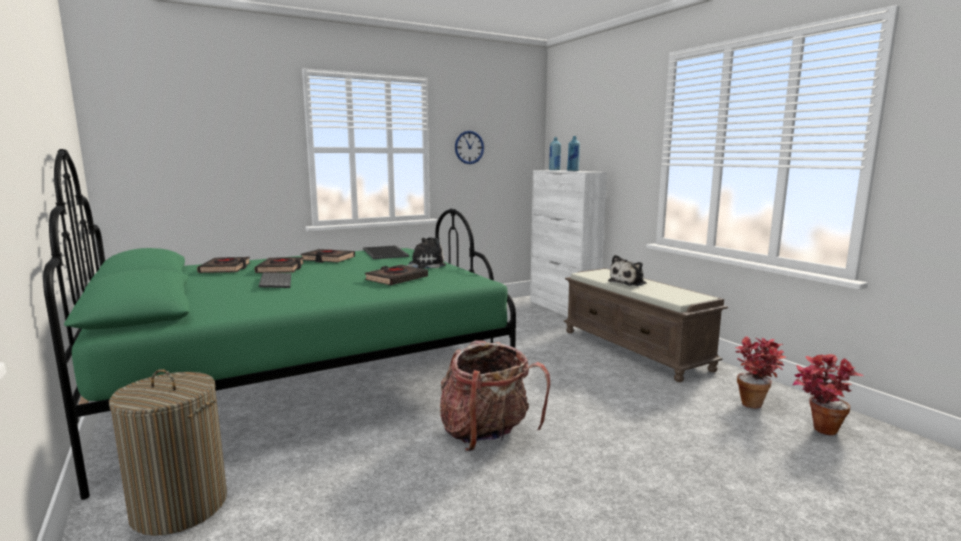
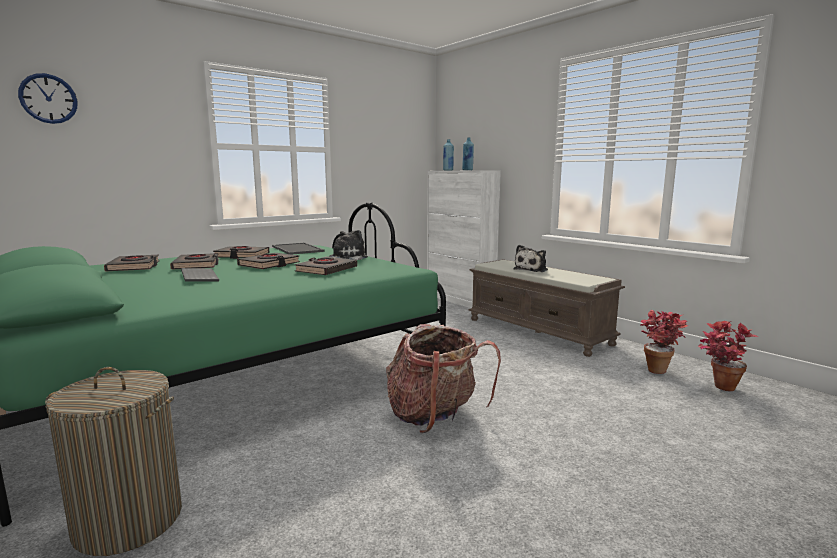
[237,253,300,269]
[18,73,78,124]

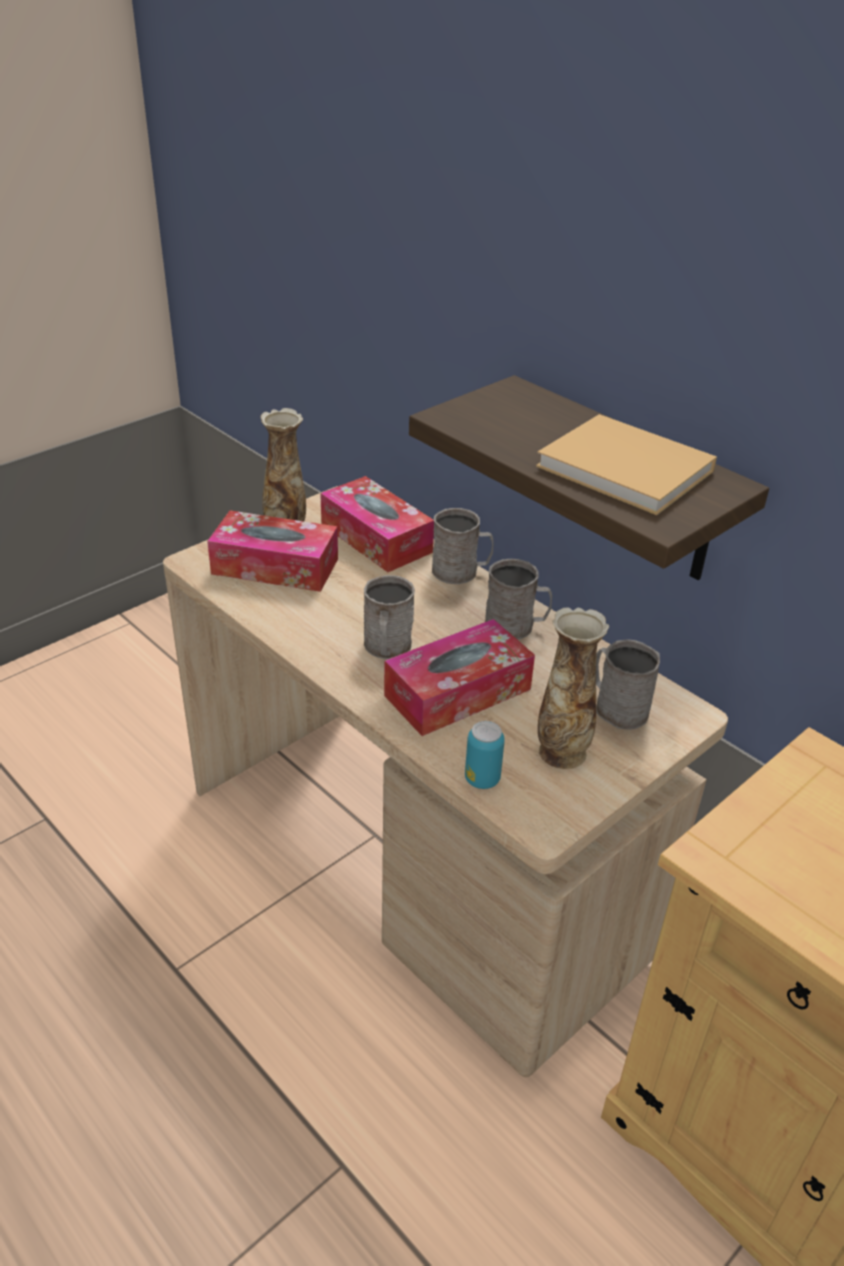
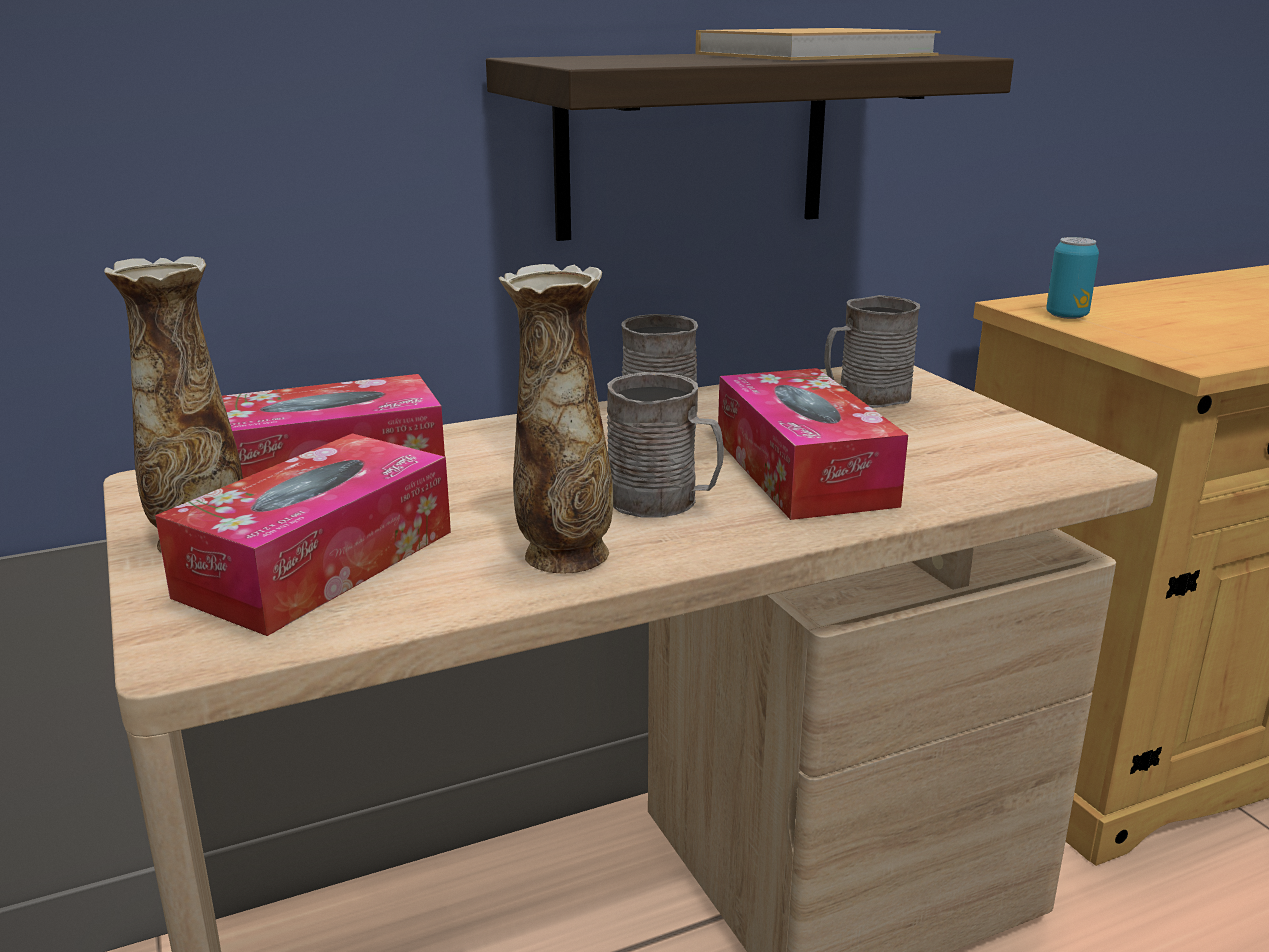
[432,508,494,584] (first image)
[1046,237,1099,319]
[499,264,613,573]

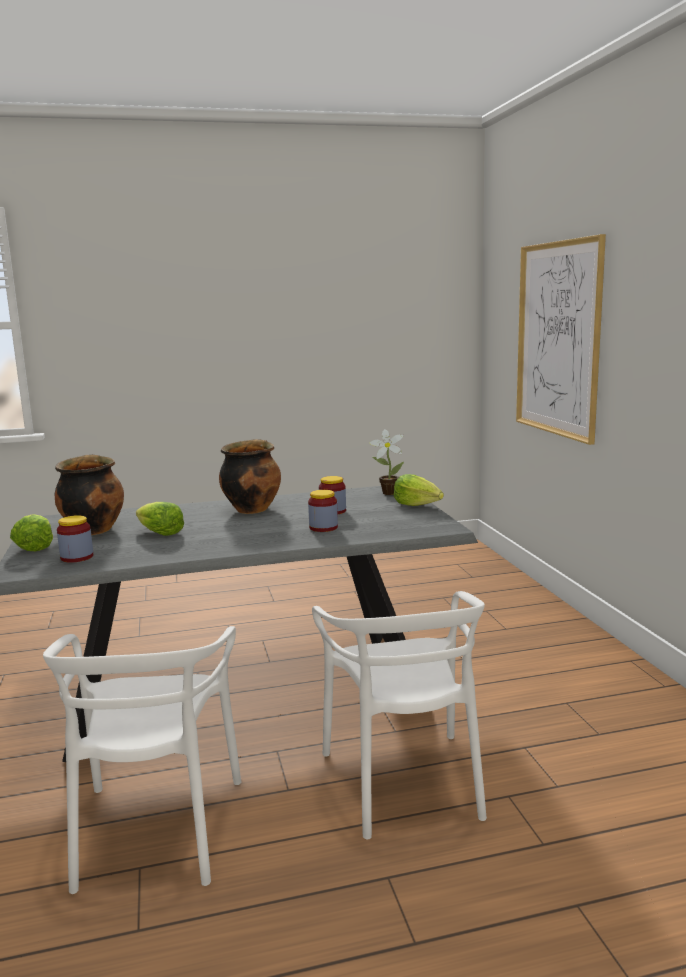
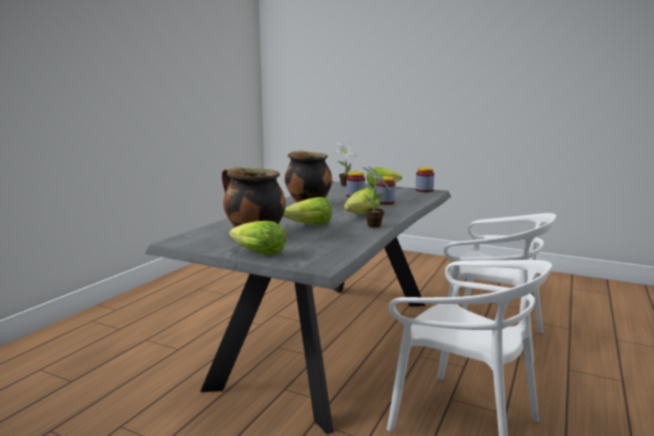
[516,234,606,445] (first image)
[344,188,380,214]
[363,166,391,228]
[416,167,434,192]

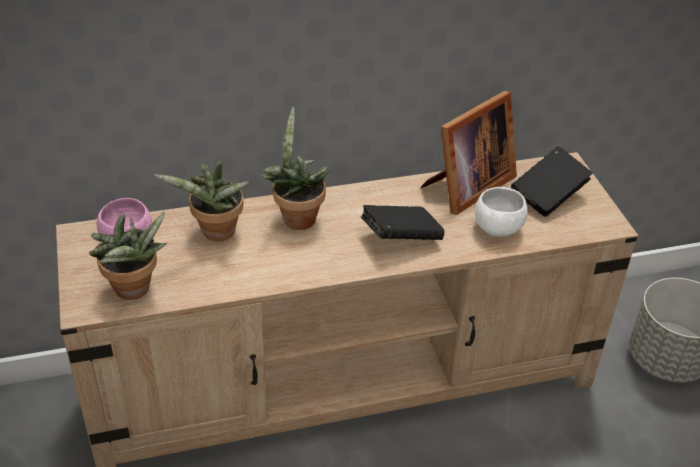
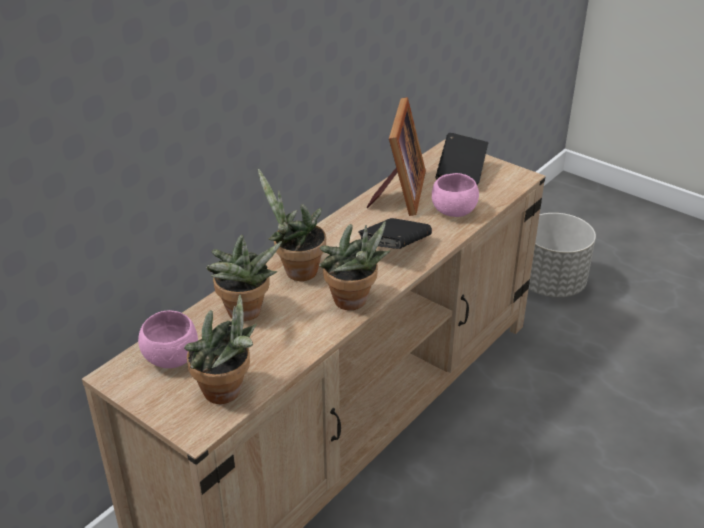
[319,221,391,310]
[432,173,479,217]

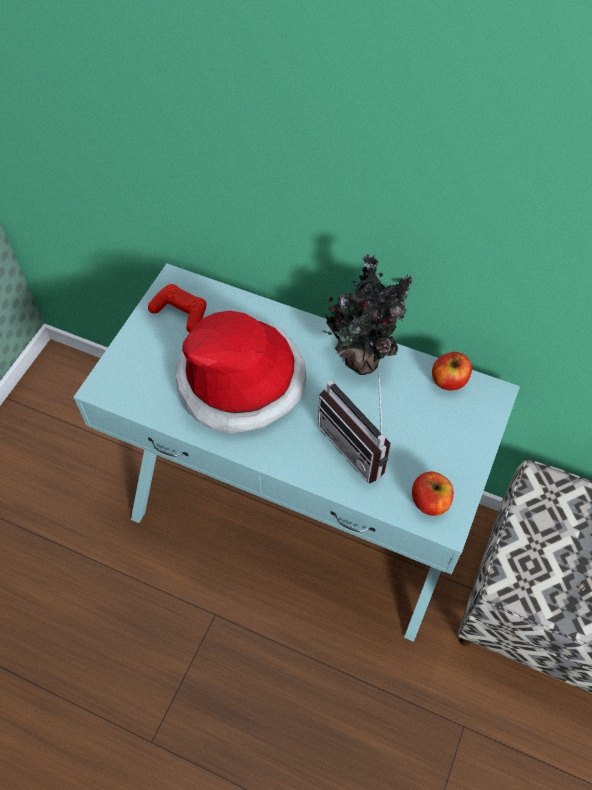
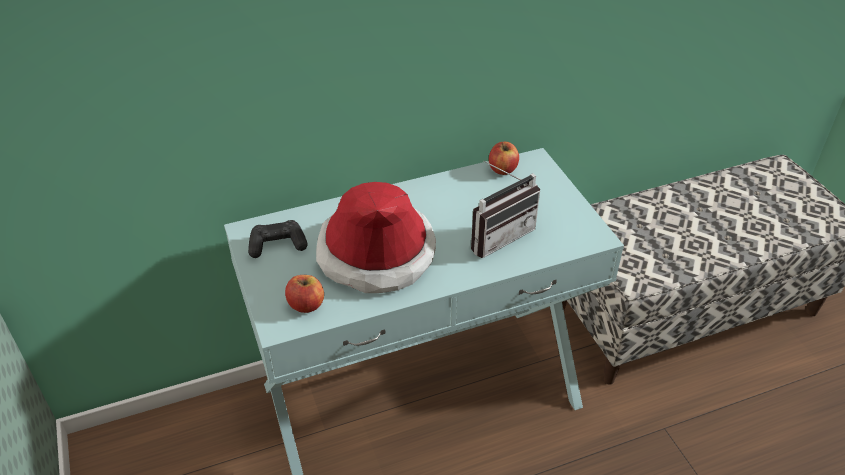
[322,254,413,375] (first image)
[285,275,324,313]
[248,220,308,258]
[471,161,540,258]

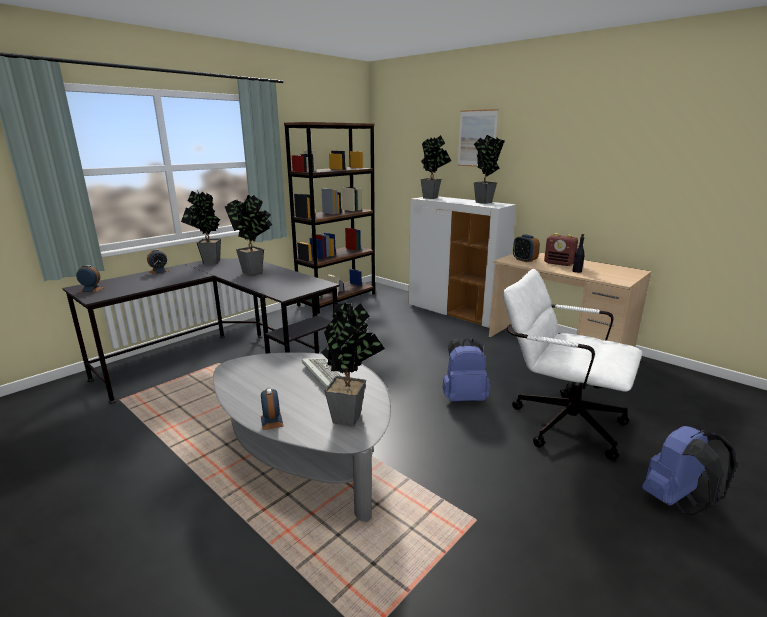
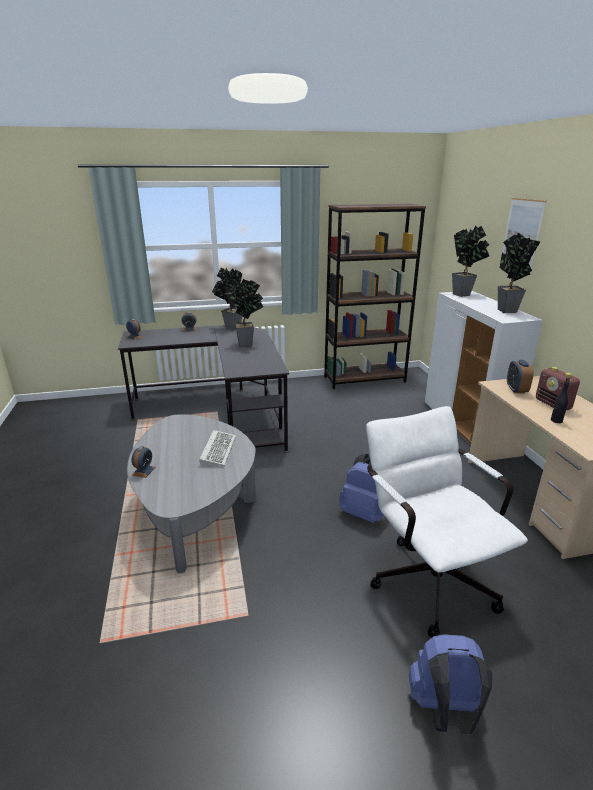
[321,303,385,426] (first image)

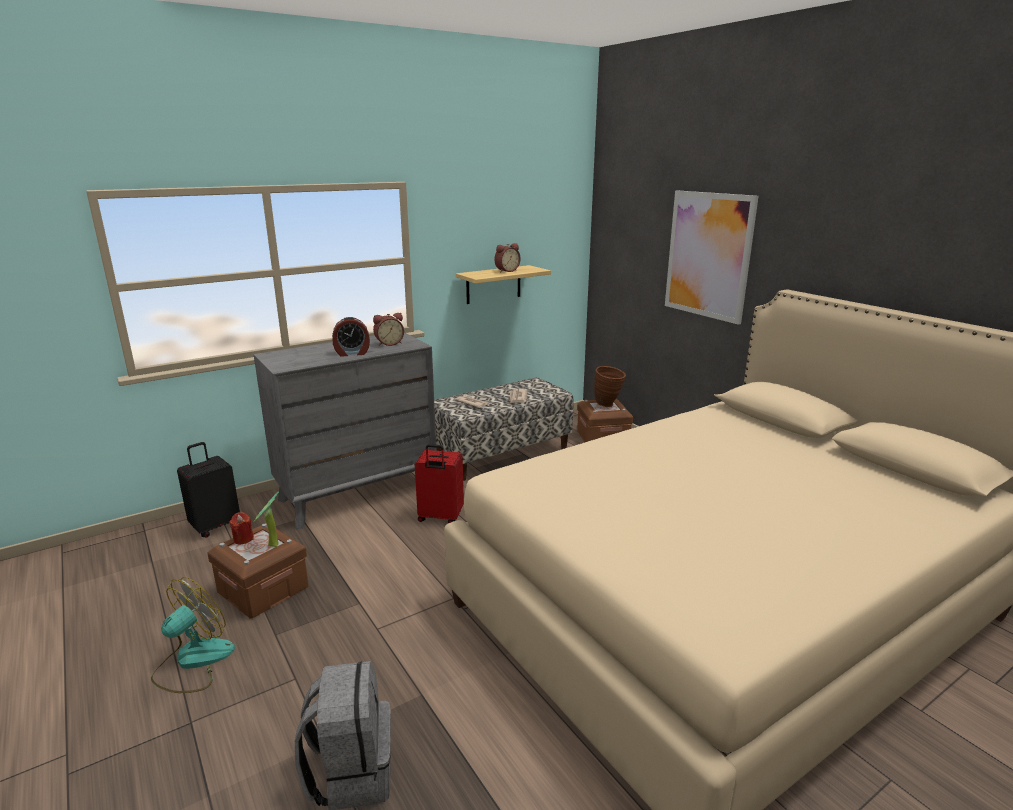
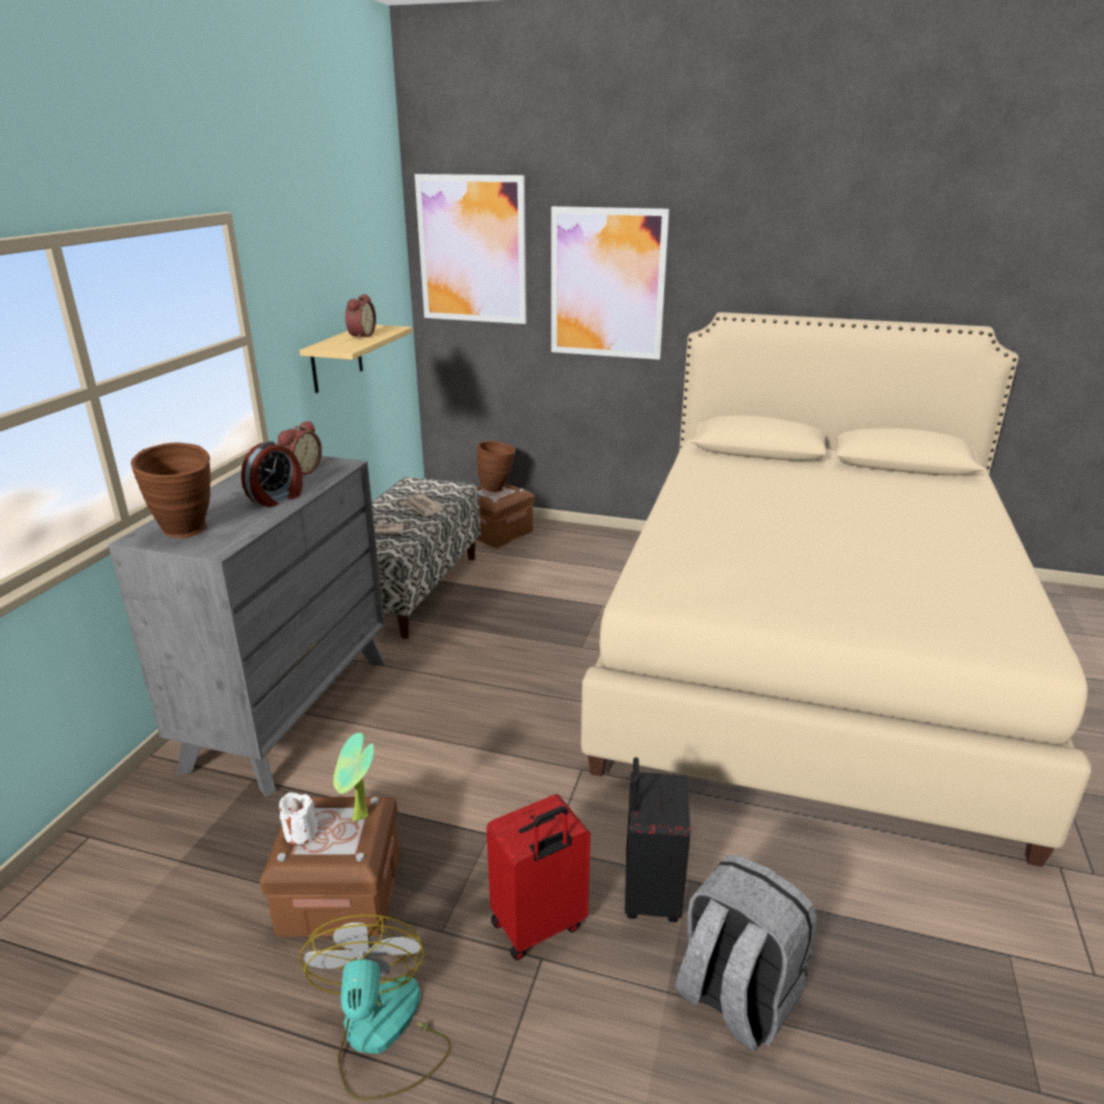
[131,443,211,539]
[415,174,527,324]
[625,757,690,922]
[486,794,590,960]
[279,792,318,845]

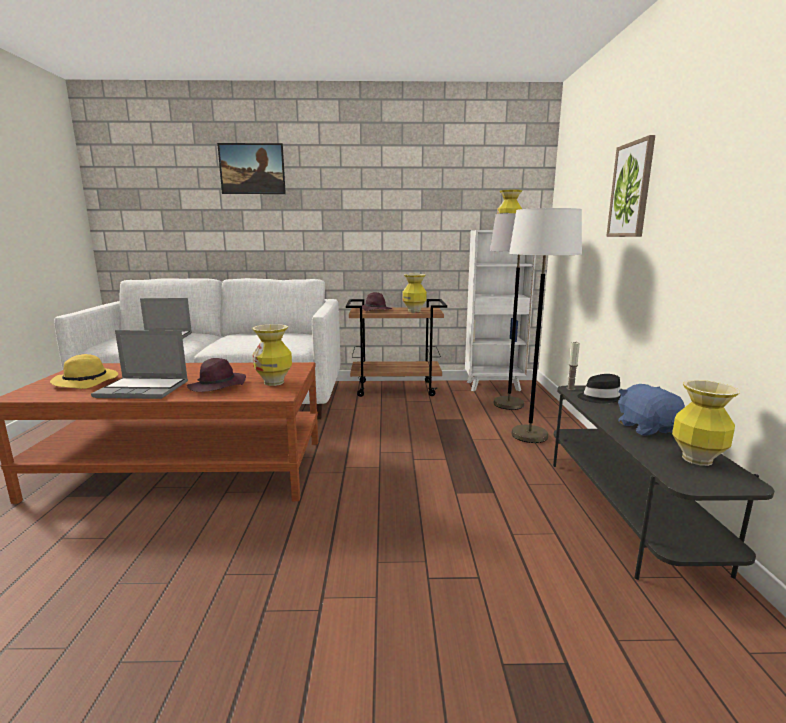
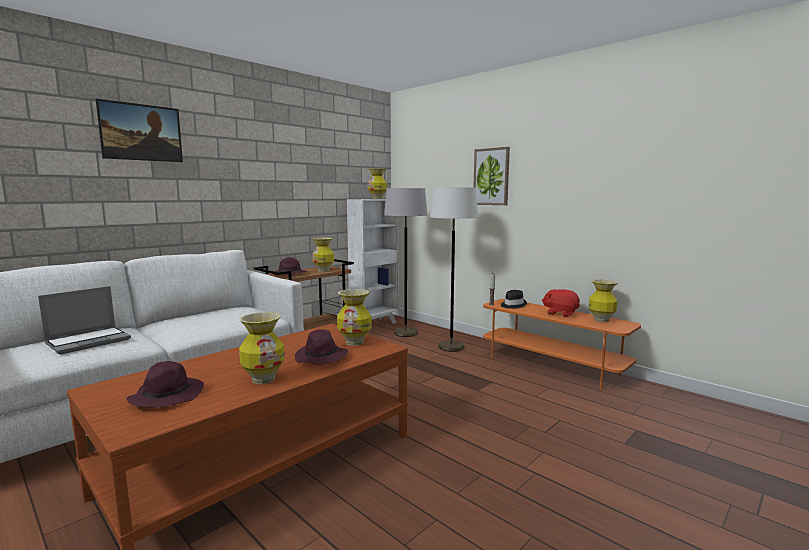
[239,312,285,384]
[126,361,204,407]
[483,299,641,391]
[542,289,580,317]

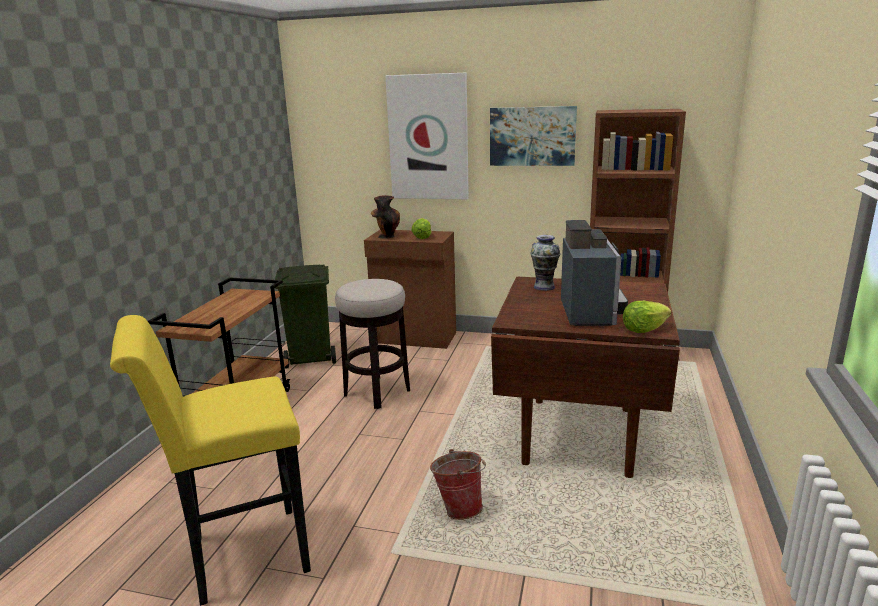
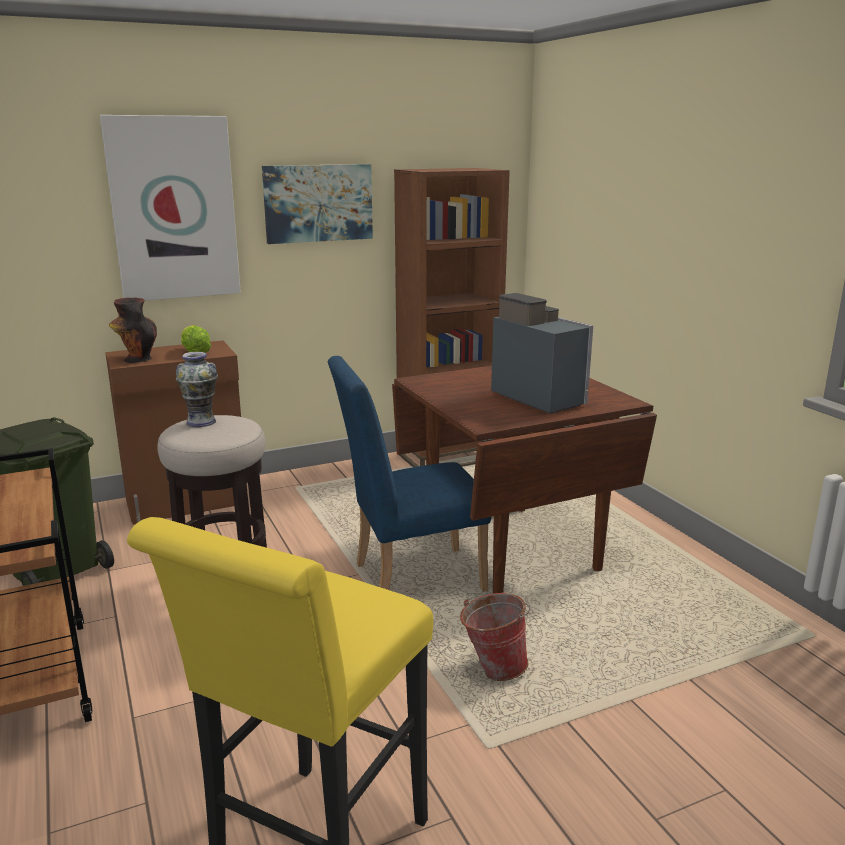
[623,301,671,333] (first image)
[328,356,492,592]
[176,352,218,427]

